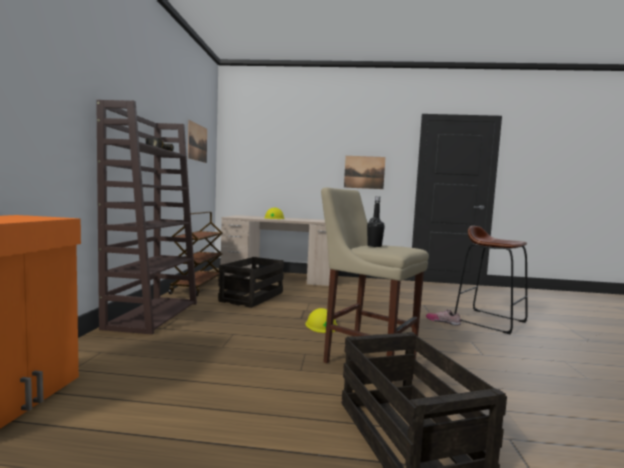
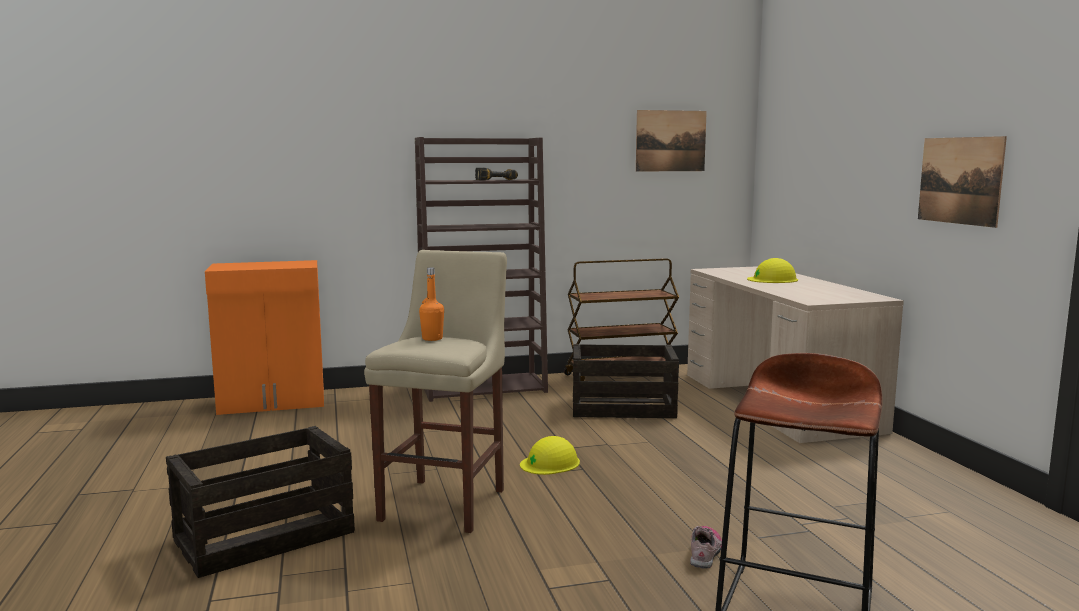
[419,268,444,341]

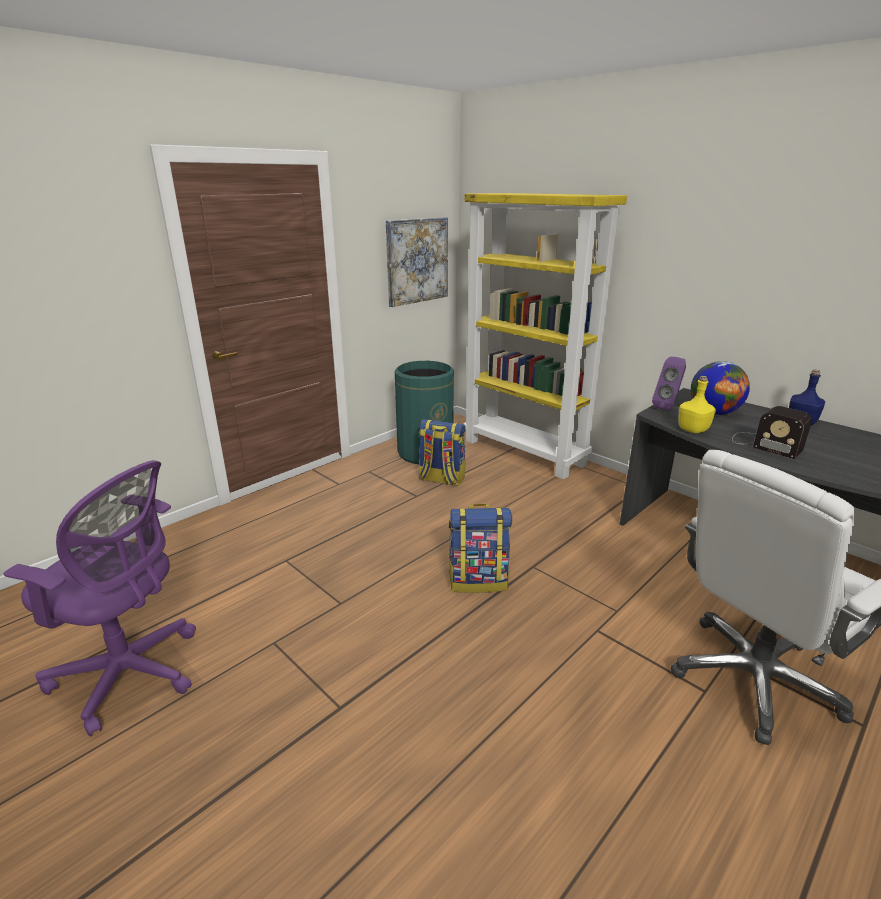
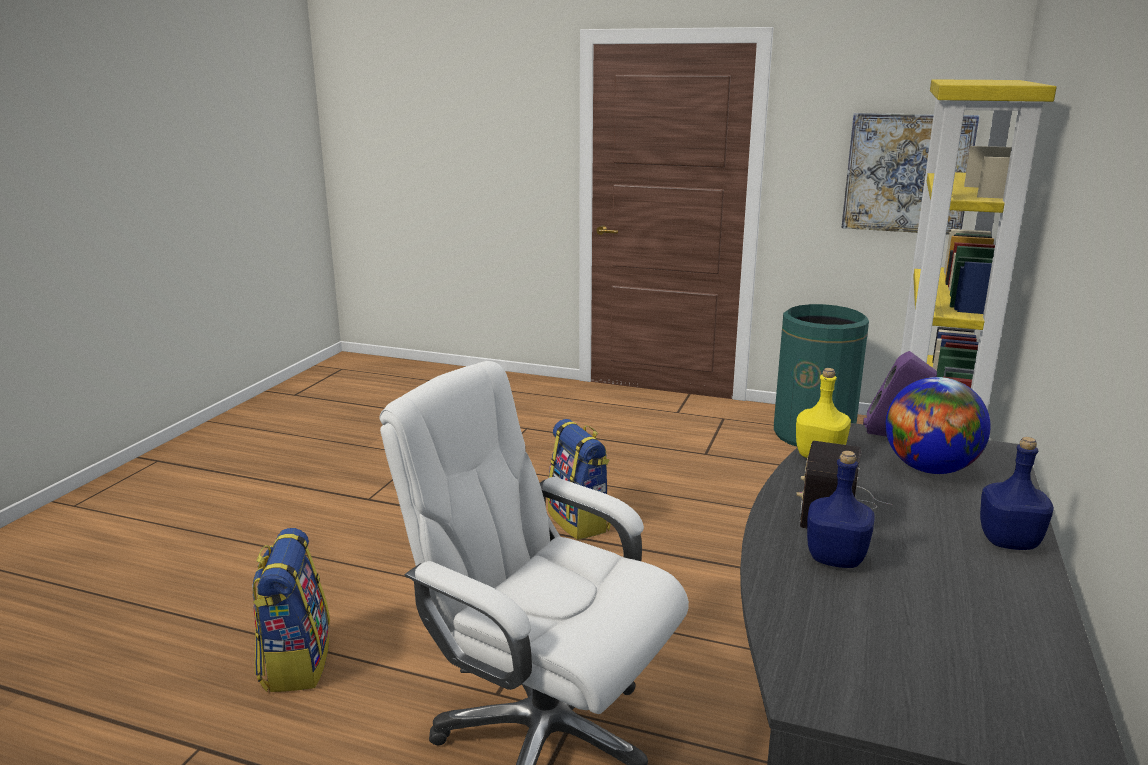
[3,460,196,737] (first image)
[807,451,875,568]
[252,528,330,692]

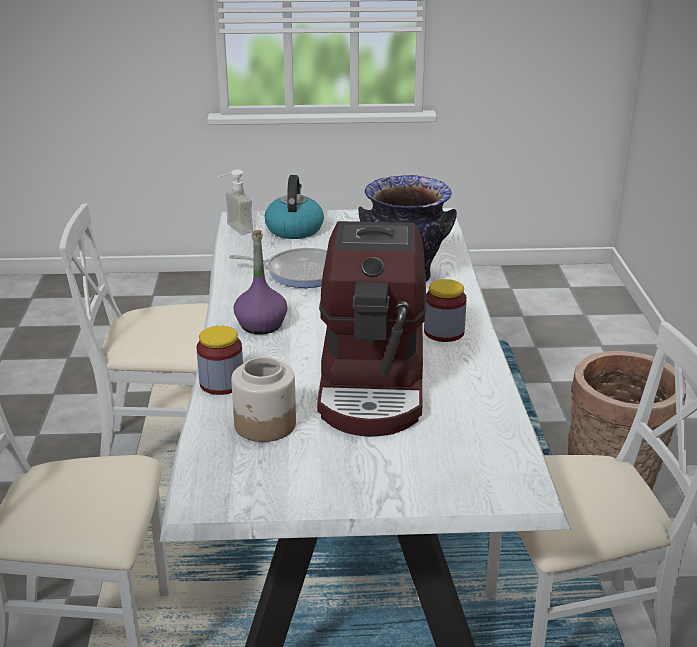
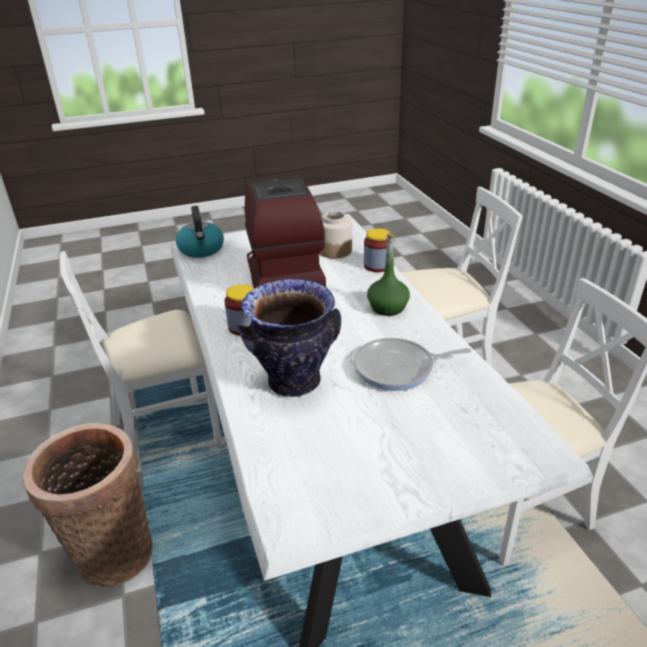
[217,169,253,235] (first image)
[176,206,224,258]
[367,233,410,316]

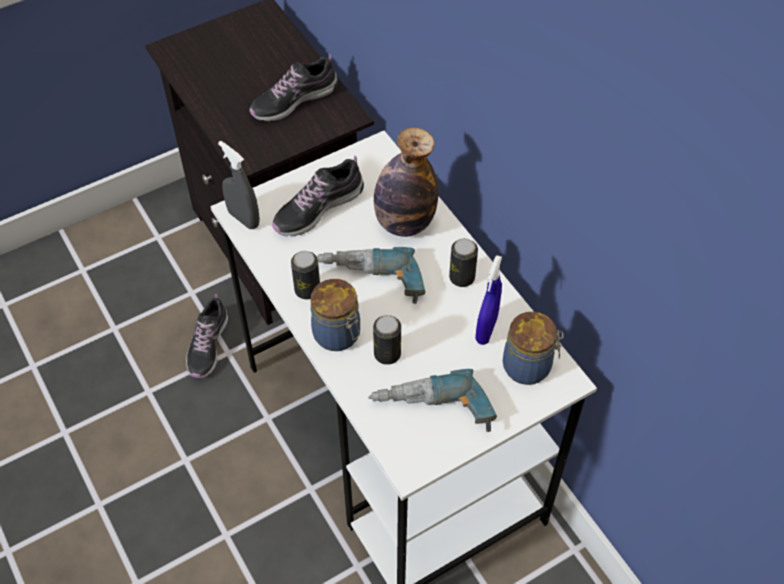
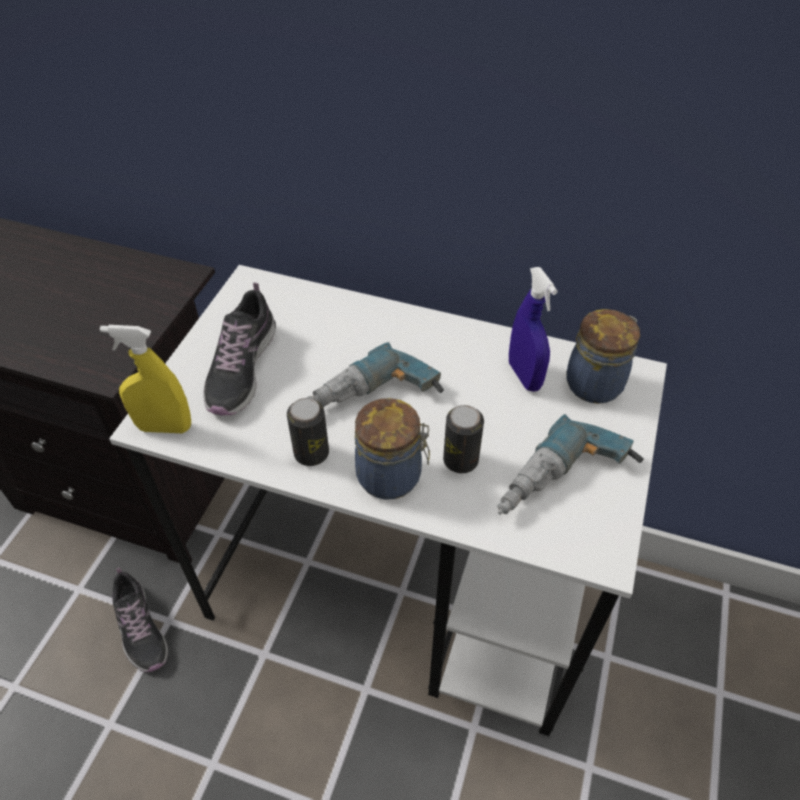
[250,54,338,121] (first image)
[374,128,438,237] (first image)
[449,238,478,287] (first image)
[100,325,191,433]

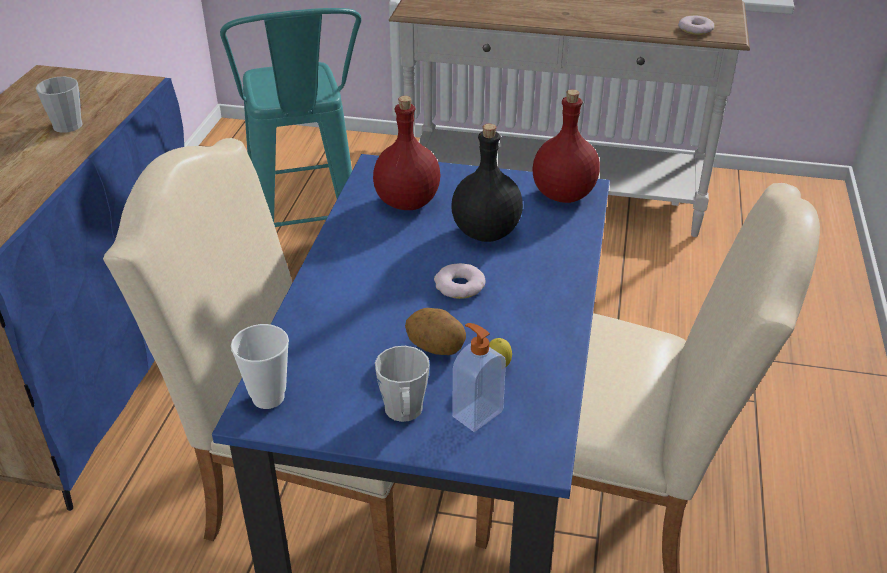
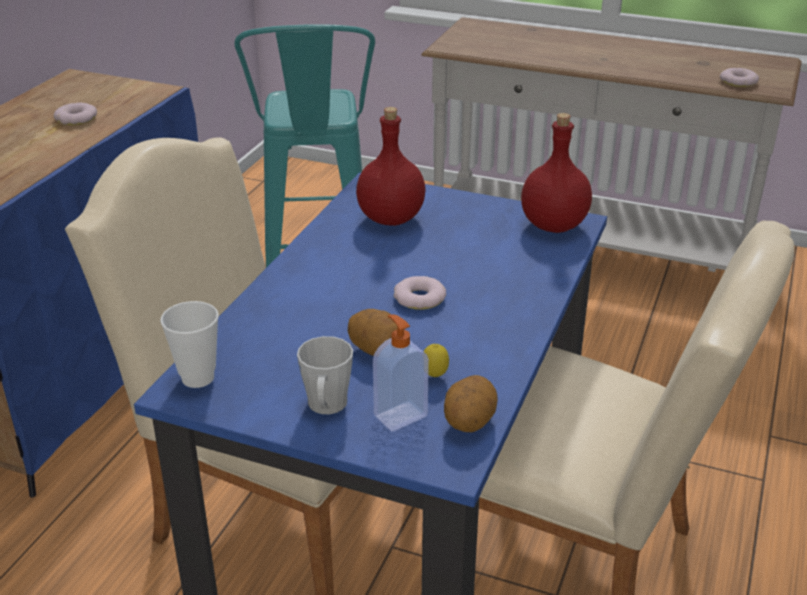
[451,124,523,242] (first image)
[444,375,498,432]
[54,102,97,125]

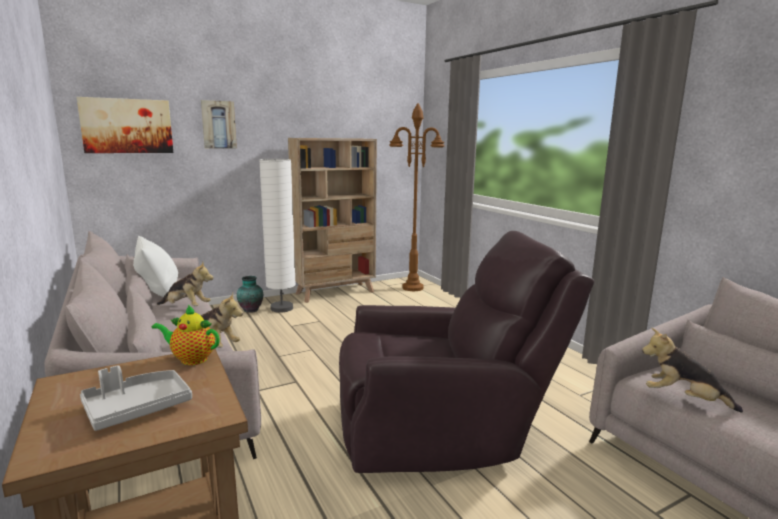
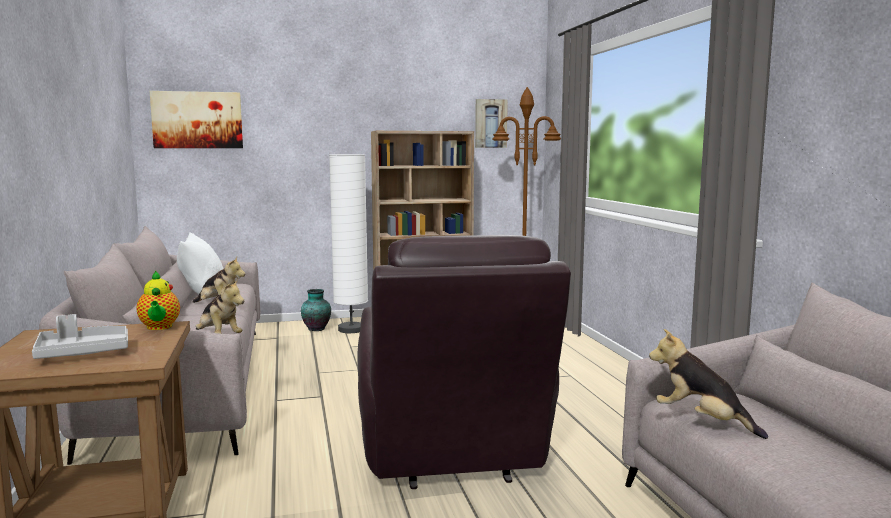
[475,99,507,148]
[136,271,180,330]
[357,235,571,489]

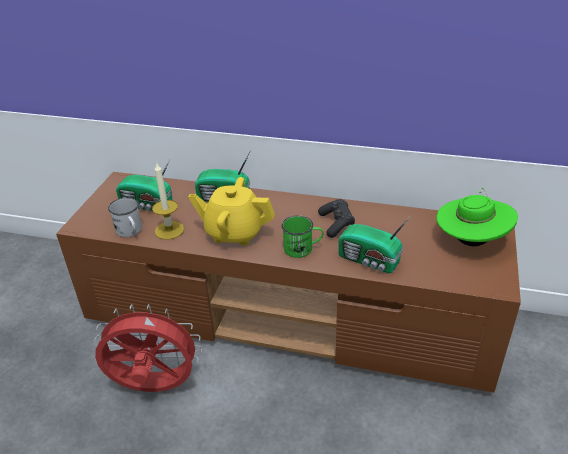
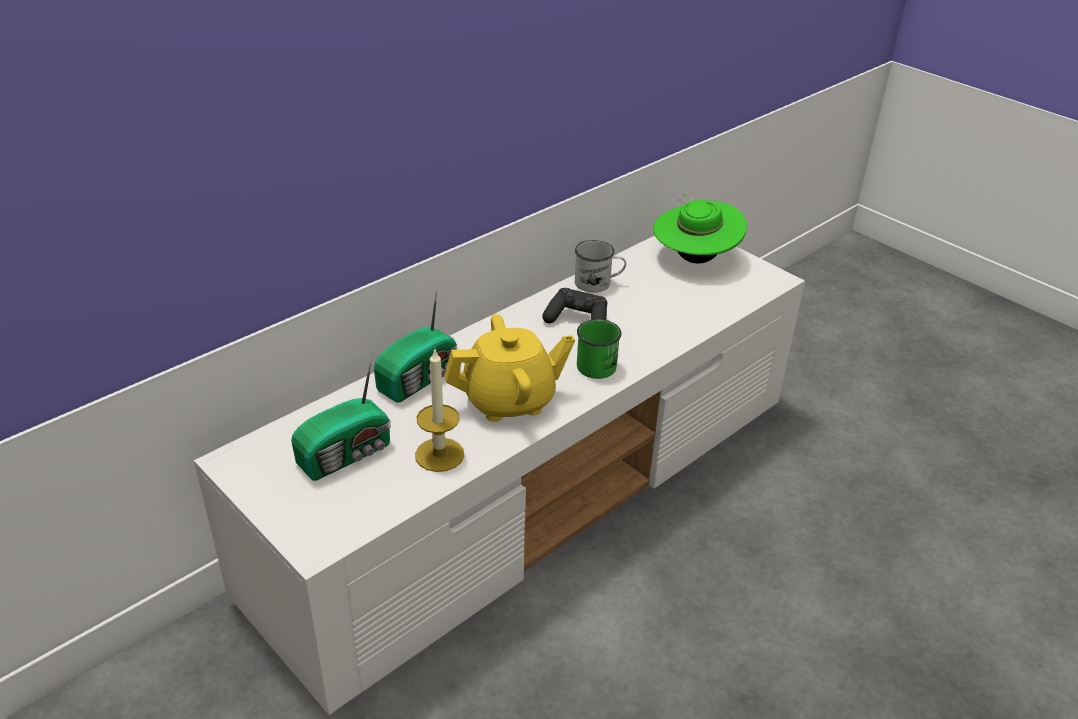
[94,304,202,392] (first image)
[338,215,411,273] (first image)
[575,240,626,293]
[194,236,805,715]
[444,314,575,422]

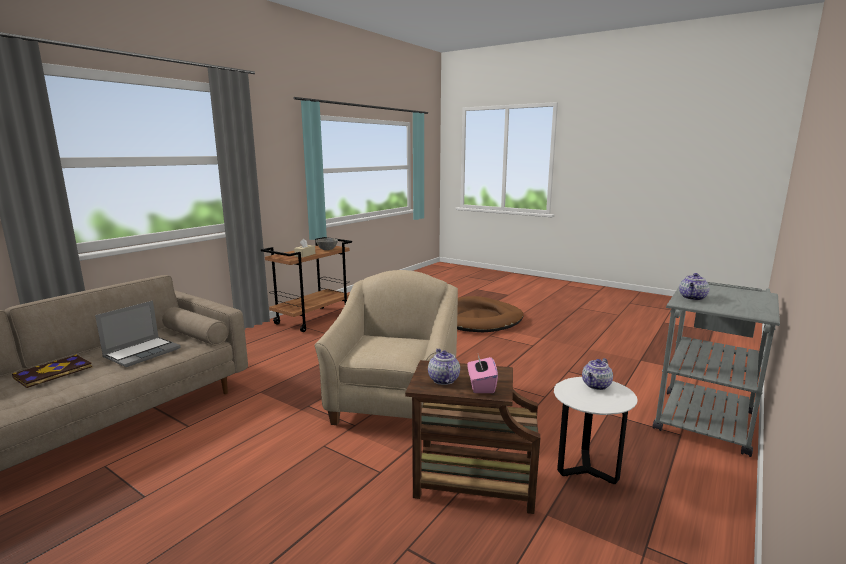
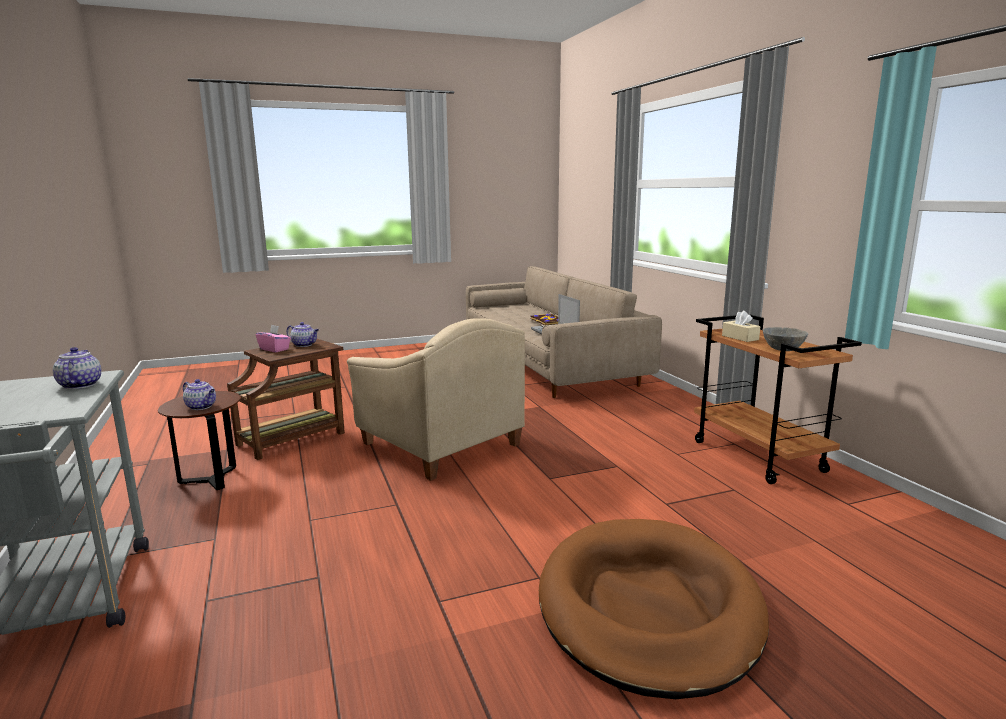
[158,391,241,490]
[183,379,216,410]

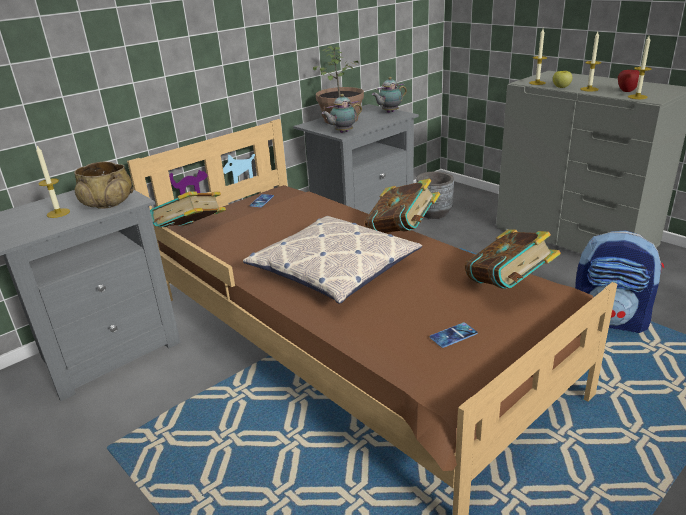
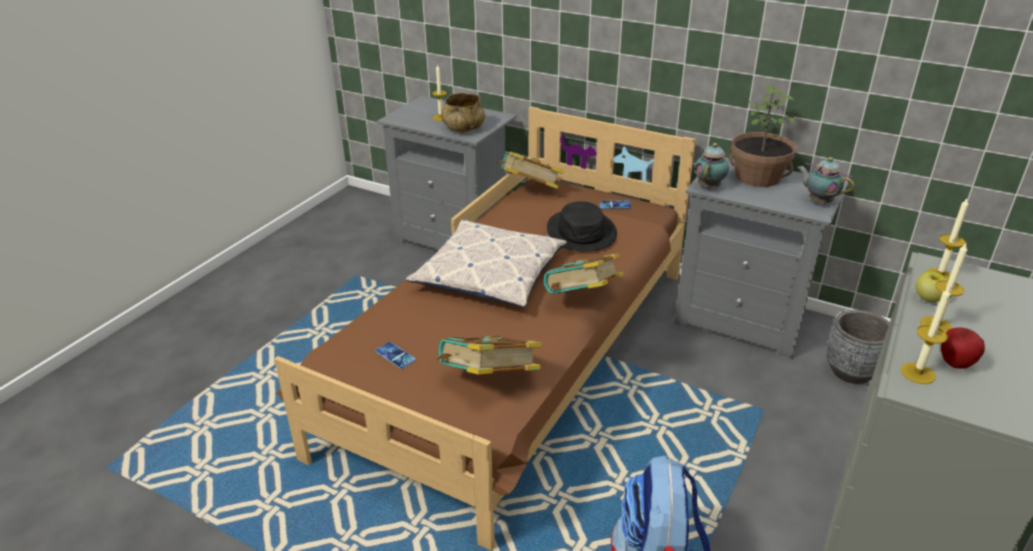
[547,201,617,252]
[694,143,729,189]

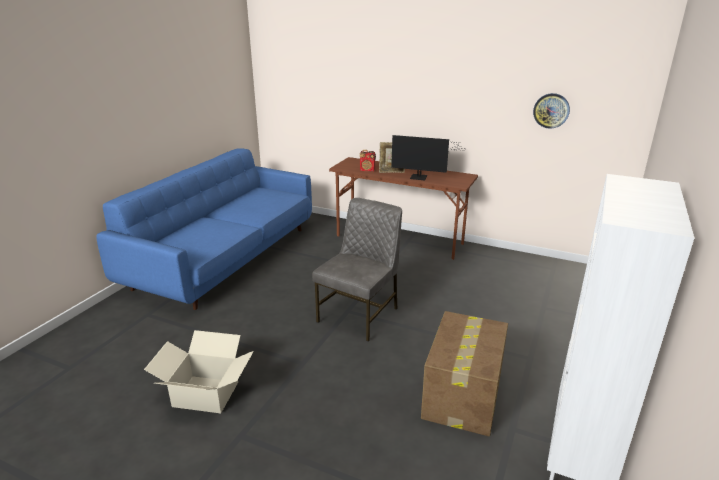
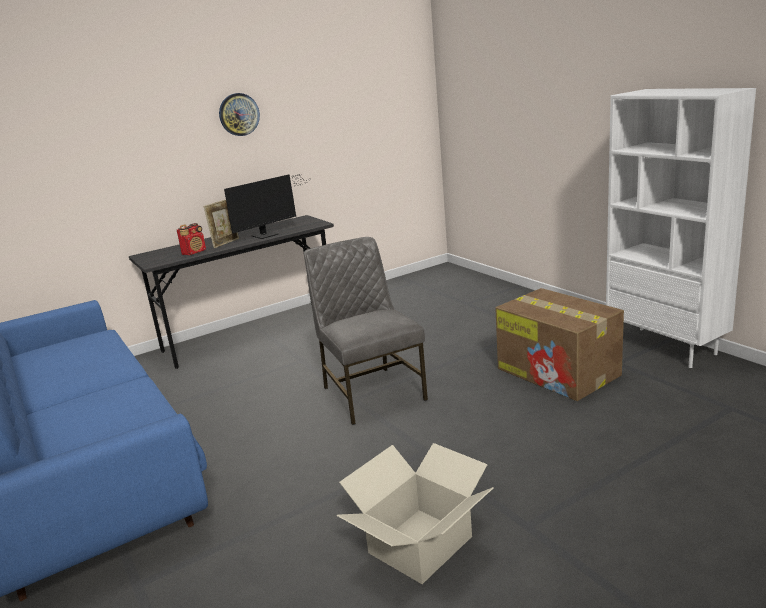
[219,93,260,136]
[129,215,334,369]

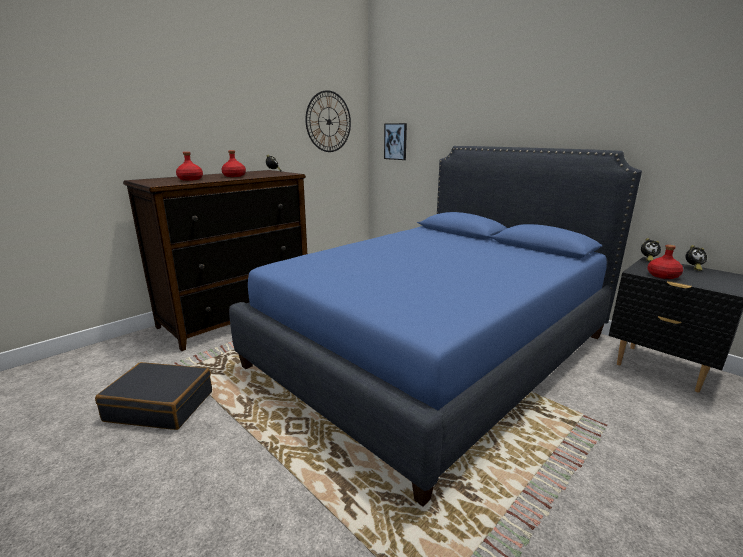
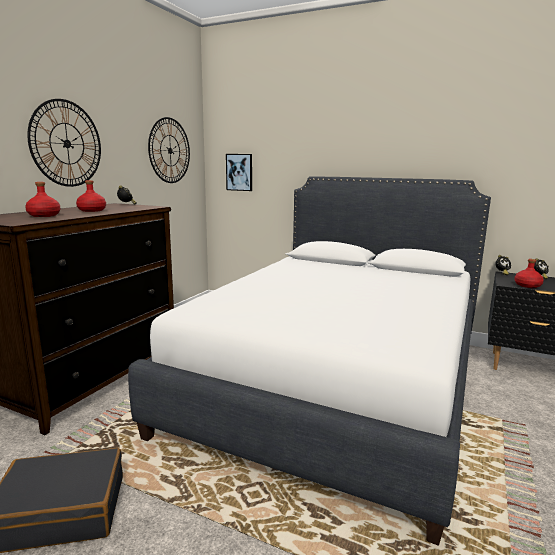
[27,99,101,187]
[128,176,491,546]

